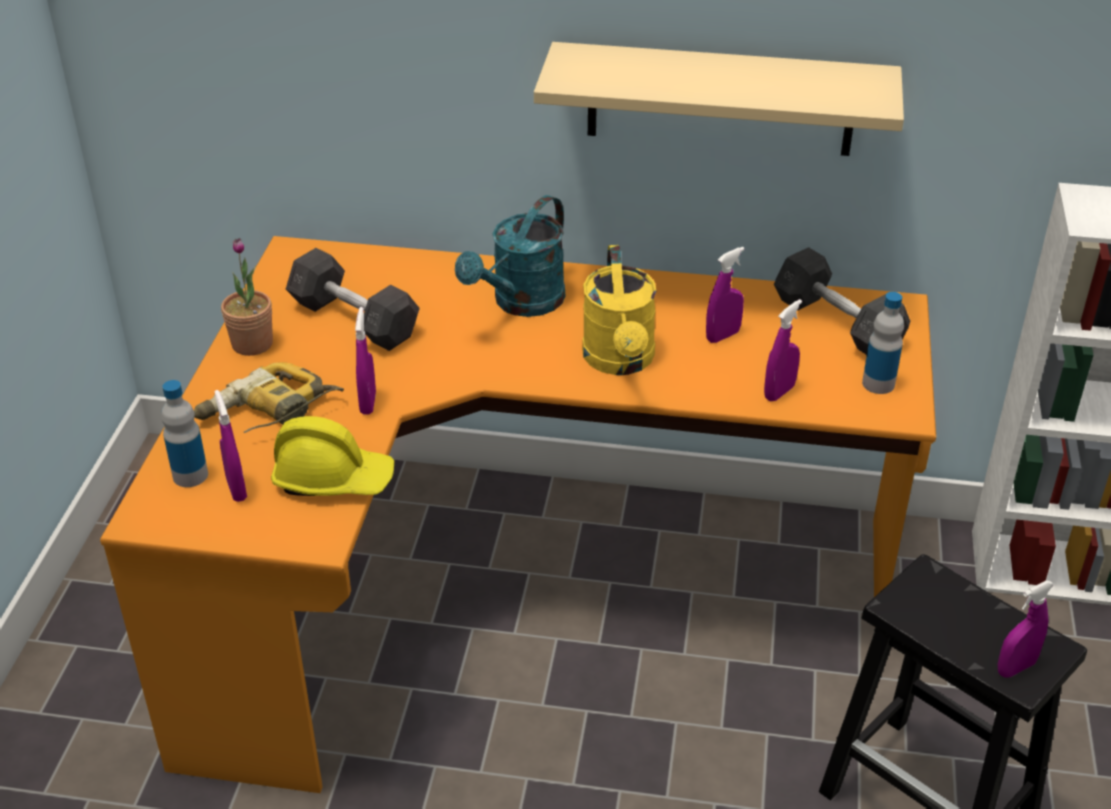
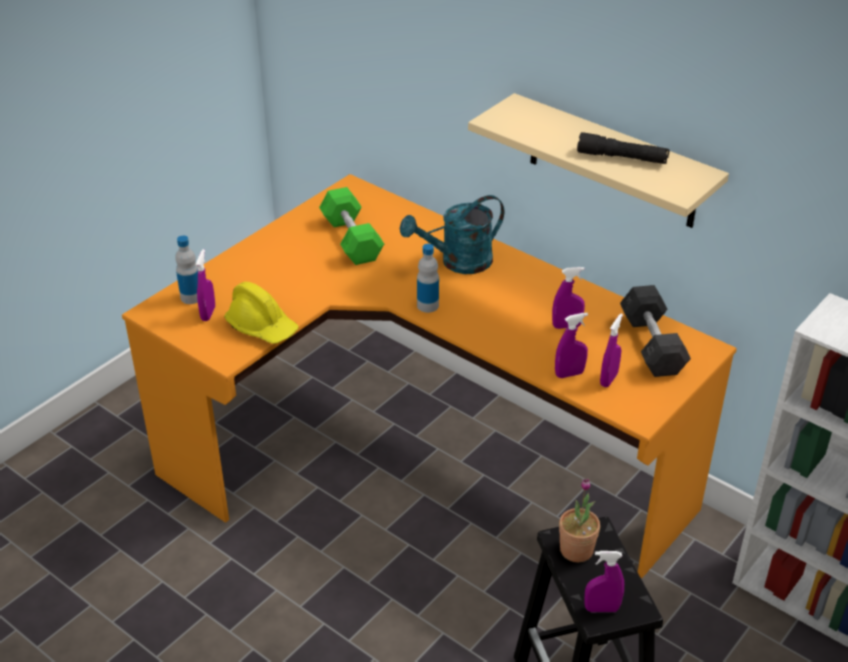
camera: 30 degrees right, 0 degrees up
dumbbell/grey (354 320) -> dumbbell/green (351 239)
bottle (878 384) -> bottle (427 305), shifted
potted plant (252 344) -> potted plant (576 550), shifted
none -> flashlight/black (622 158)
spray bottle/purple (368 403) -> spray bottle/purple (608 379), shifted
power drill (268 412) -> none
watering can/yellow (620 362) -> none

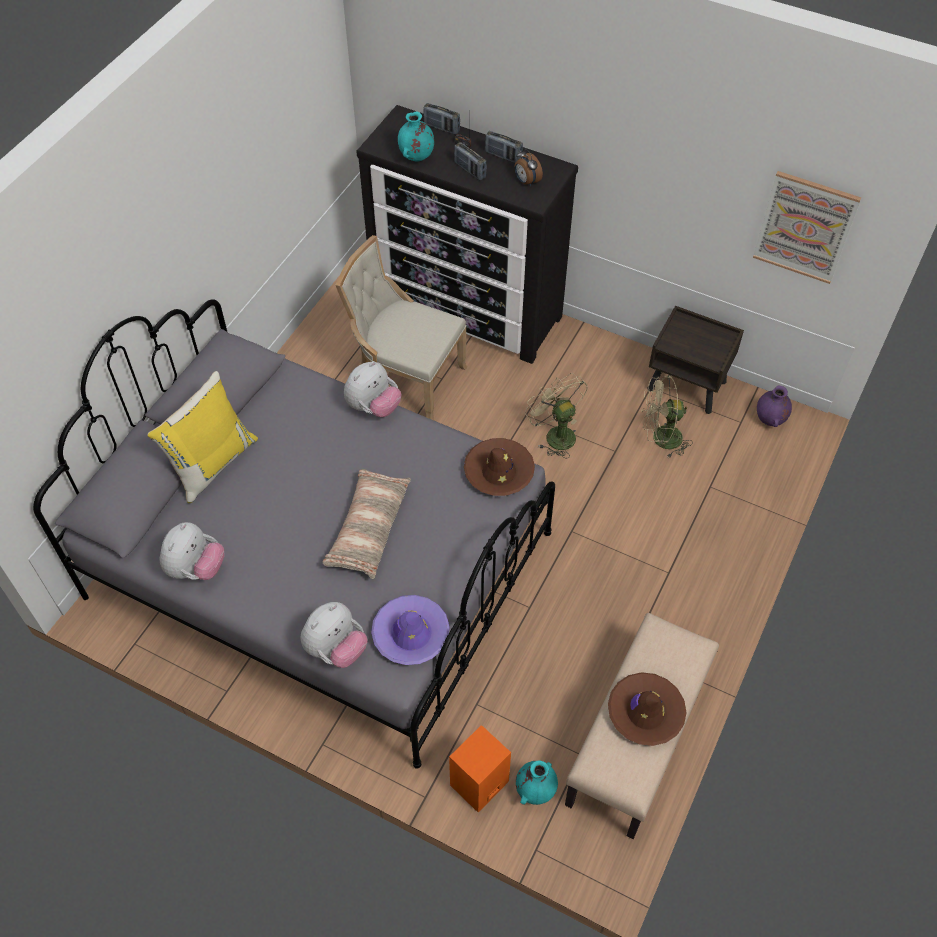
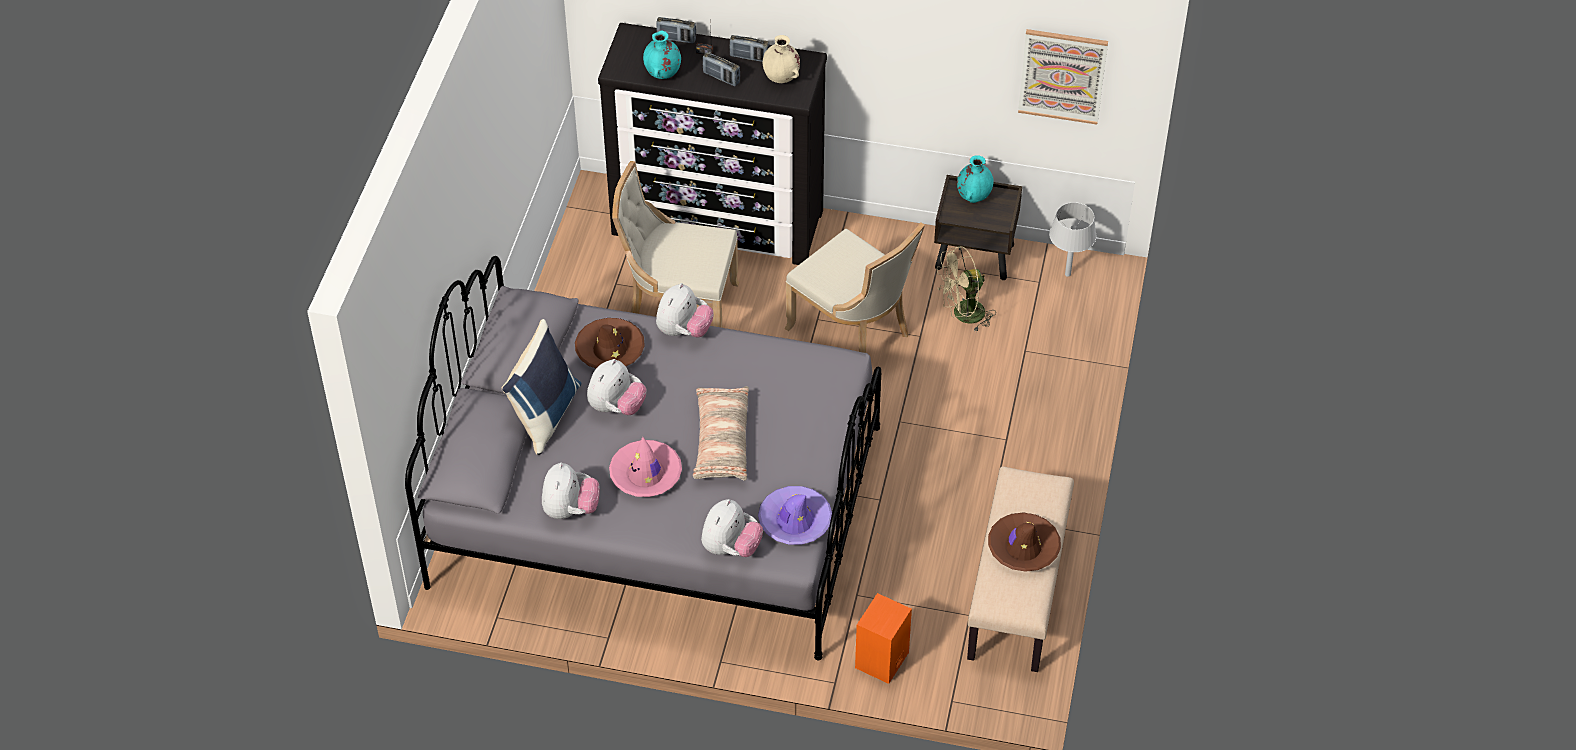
camera: 15 degrees left, 5 degrees down
pillow/yellow (212 463) -> pillow/blue (545 414)
hat/brown (499 472) -> hat/brown (610 350), shifted
none -> plush toy (616 407)
none -> hat/pink (646 474)
alarm clock (526 182) -> vase/beige (781 79)
fan/beige (555 434) -> chair/beige (854 332)
vase/turquoise (535 791) -> vase/turquoise (973 197), shifted
vase/purple (770 420) -> table lamp/grey (1068 274)

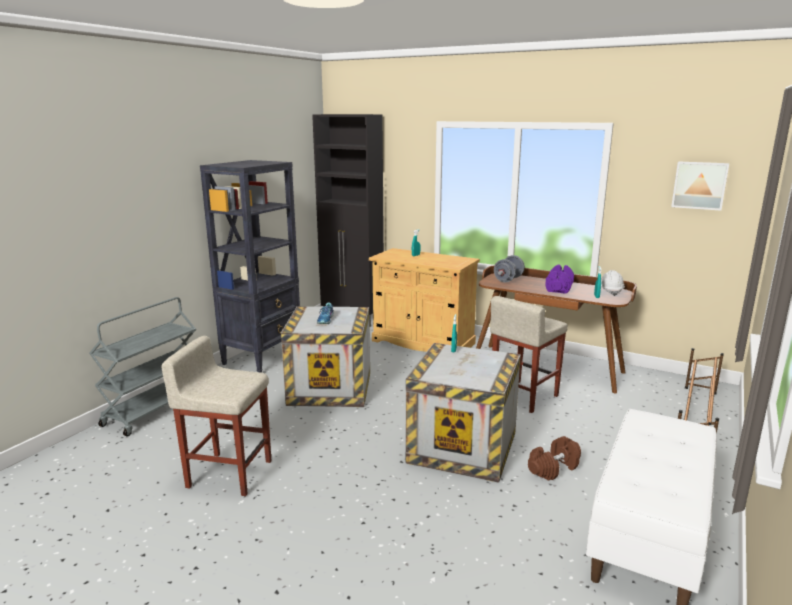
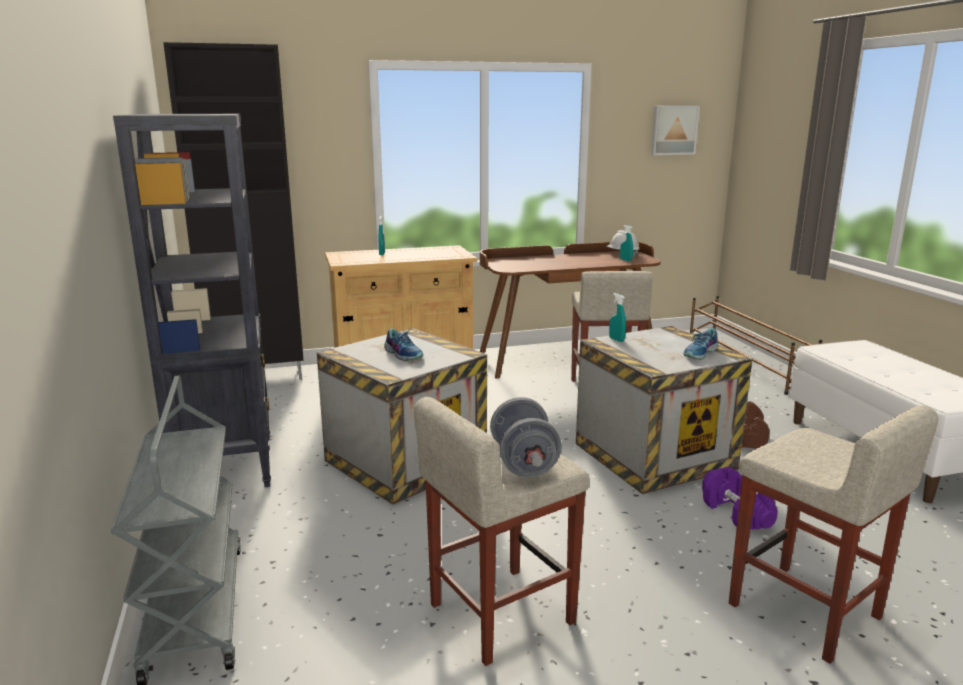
camera: 45 degrees left, 0 degrees up
dumbbell/grey (508 279) -> dumbbell/grey (524 463), shifted
none -> shoe (700 353)
dumbbell/purple (559 288) -> dumbbell/purple (737 513), shifted
none -> stool/beige (806 612)

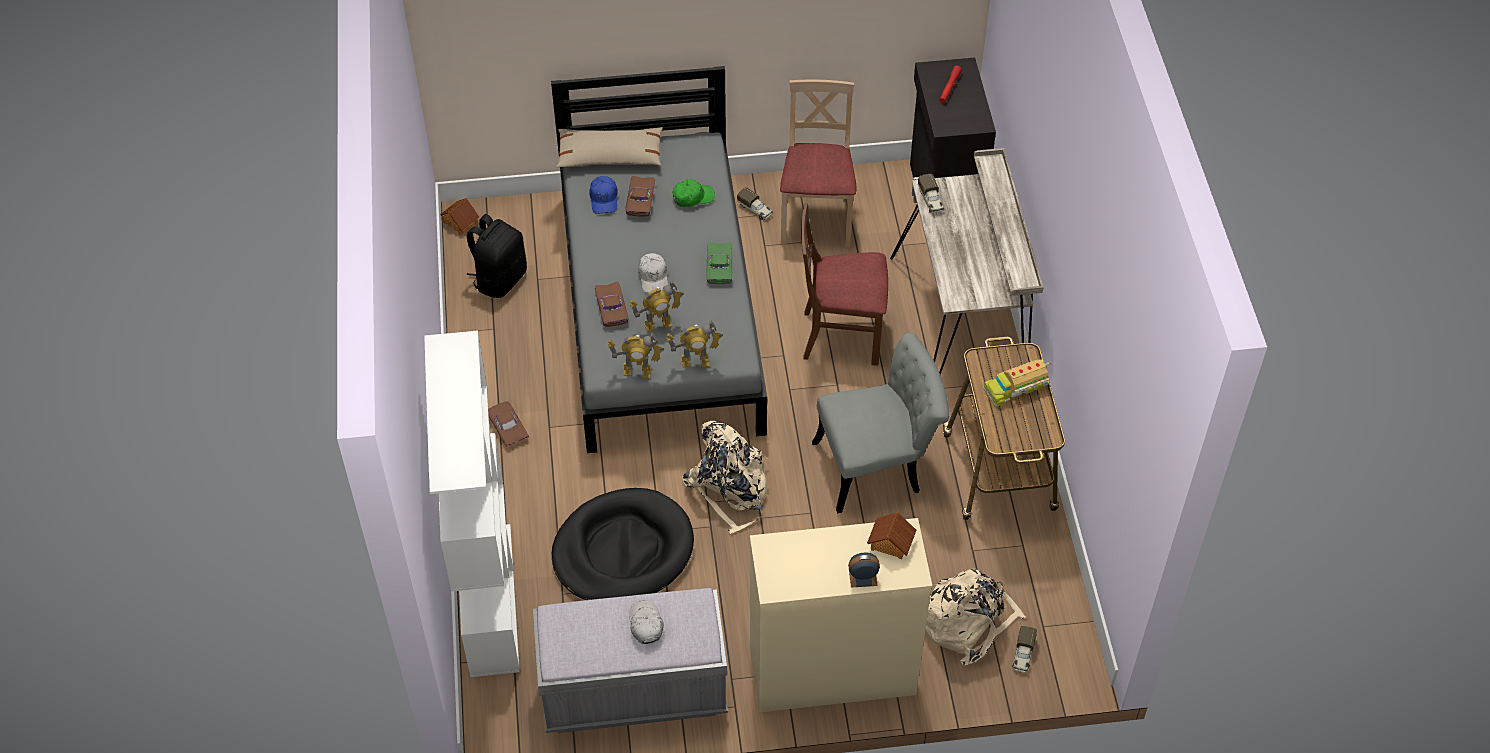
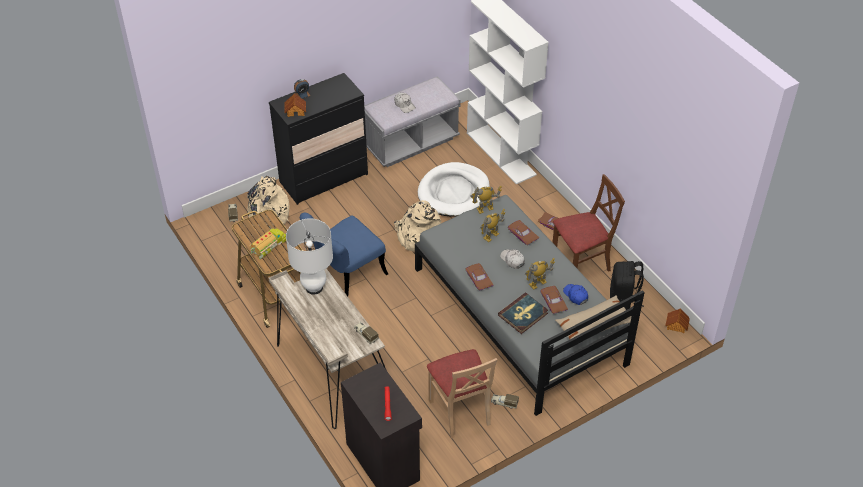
camera: 155 degrees right, 5 degrees down
dresser/beige (832 671) -> dresser/black (323 178)
none -> table lamp/white (314 288)
chair/grey (878 465) -> chair/blue (345 275)
dog bed/black (623 550) -> dog bed/white (454 192)
toy car/green (721 266) -> toy car/brown (478 280)
cap/green (692 197) -> book (523 314)
toy robot (695 362) -> toy robot (538 284), shifted
chair/brown (841 336) -> chair/brown (581 264), shifted

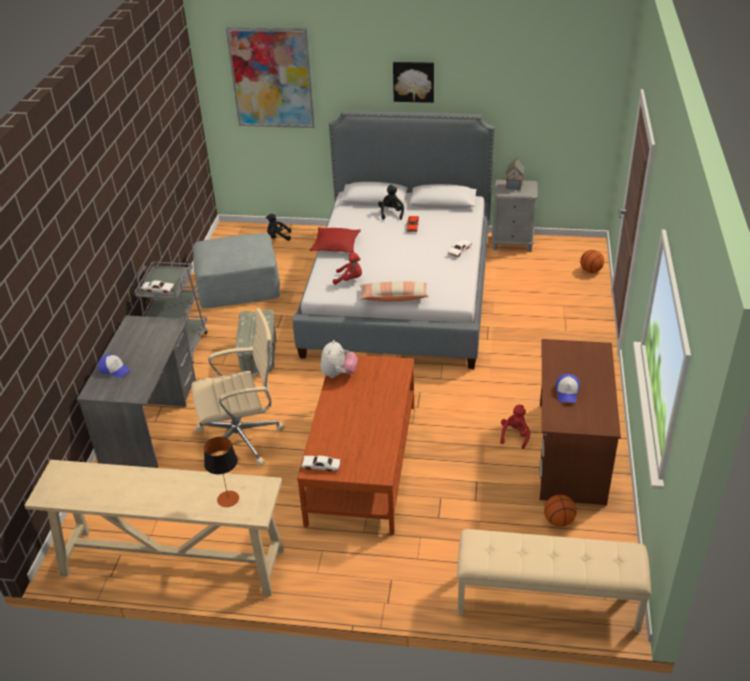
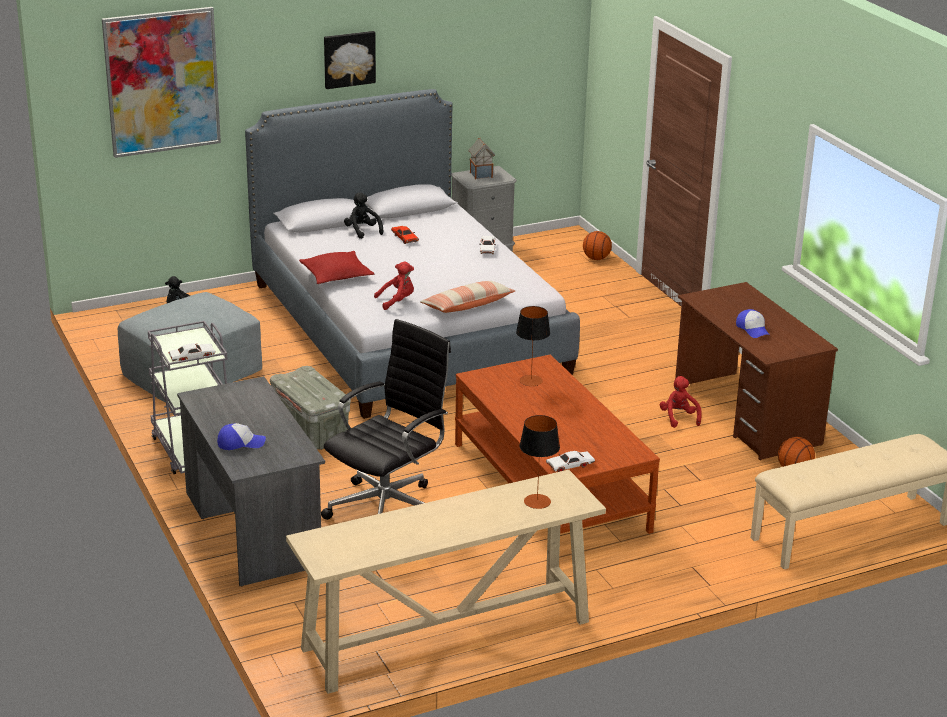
camera: 35 degrees left, 10 degrees down
office chair/beige (242 439) -> office chair/black (388 509)
none -> table lamp (531 380)
plush toy (338 374) -> none

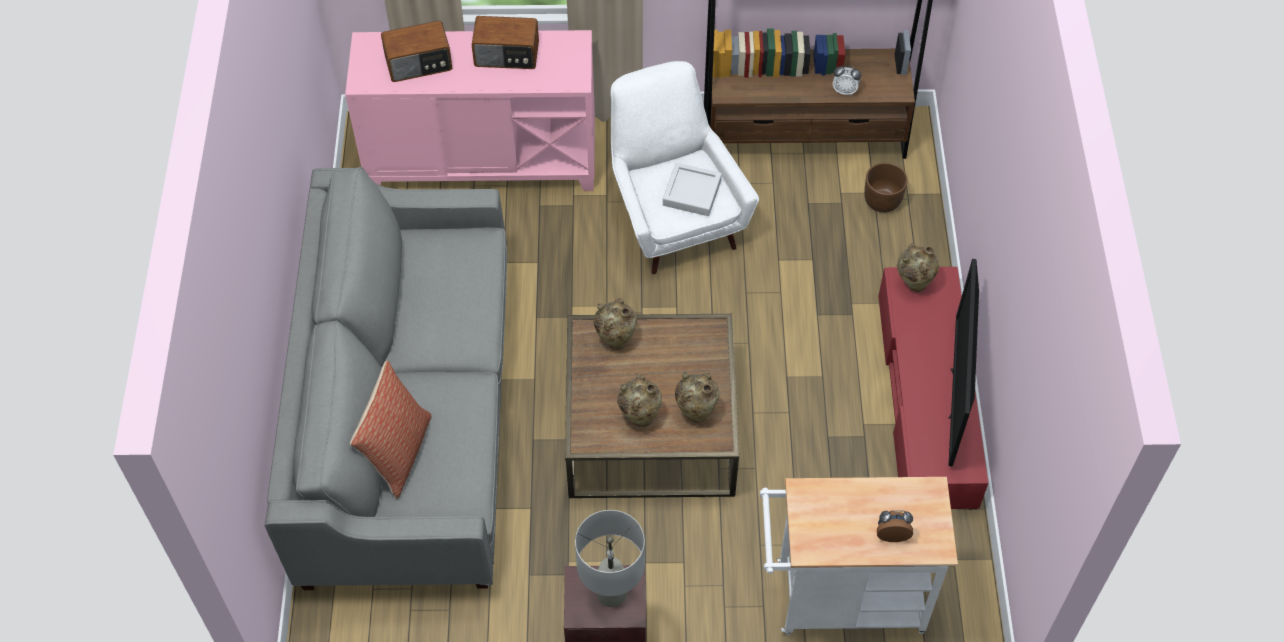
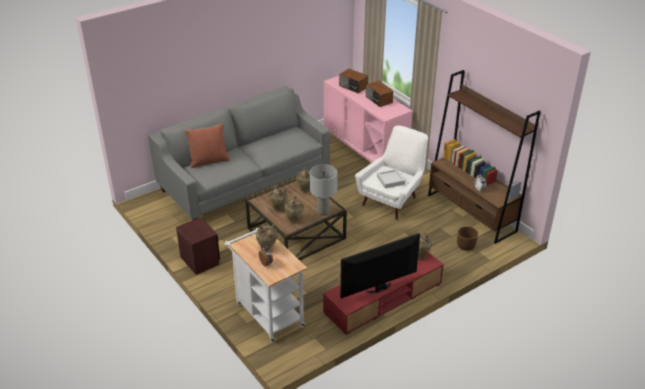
camera: 55 degrees right, 20 degrees down
none -> vase/beige (267 248)
table lamp/grey (612 594) -> table lamp/grey (323 212), shifted

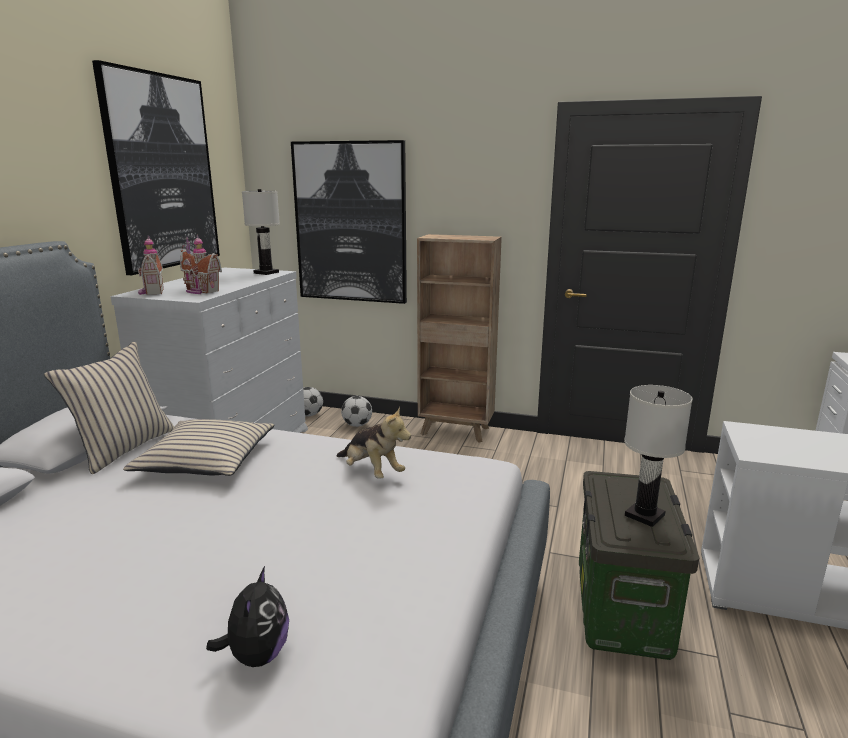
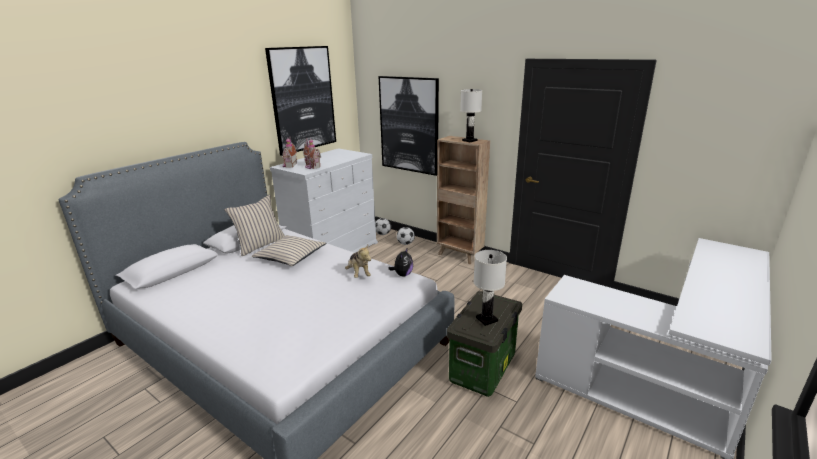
camera: 20 degrees right, 5 degrees up
plush toy (257 655) -> plush toy (402 274), shifted
table lamp/white (266 273) -> table lamp/white (469 140), shifted

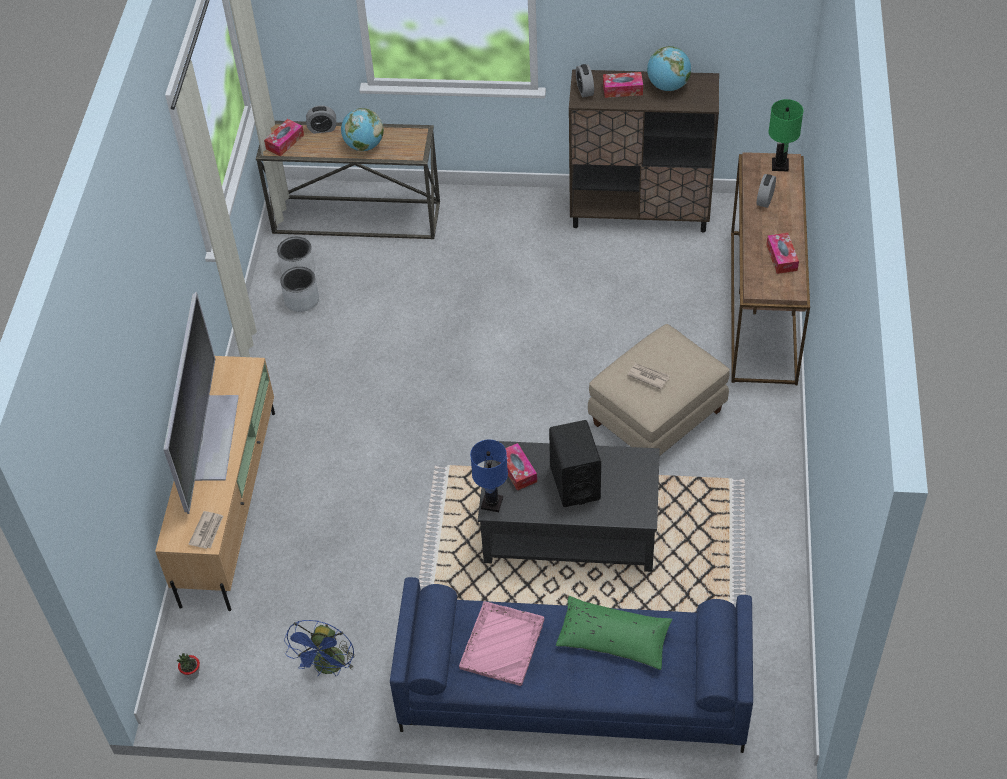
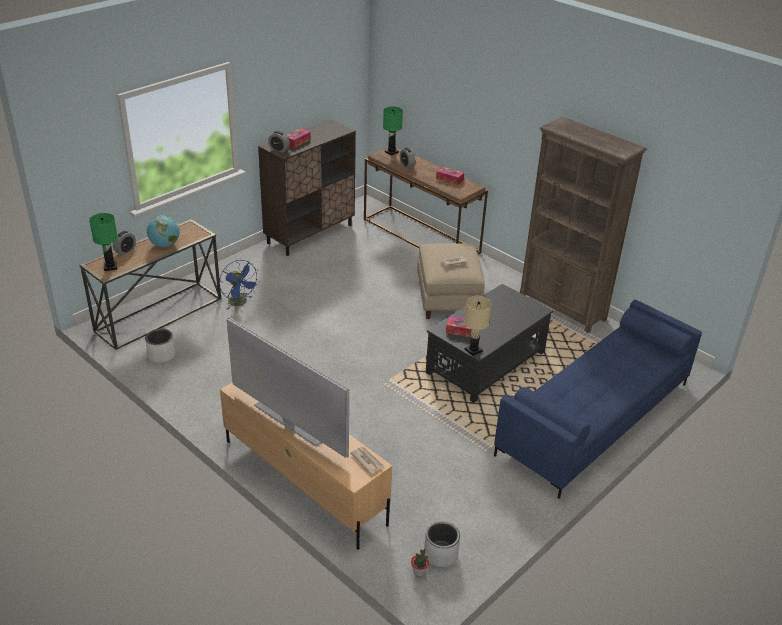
camera: 55 degrees left, 15 degrees down
tissue box (285 142) -> table lamp/green (110 267)
fan/blue (328 667) -> fan/blue (240 303), shifted
planter/grey (302 300) -> planter/grey (441 554), shifted
table lamp/blue (492 503) -> table lamp/beige (473 350)
none -> bookcase/brown (562 308)
tray/pink (502 643) -> none
speaker/black (574 482) -> none
pillow/green (613 639) -> none
globe (668 86) -> none

